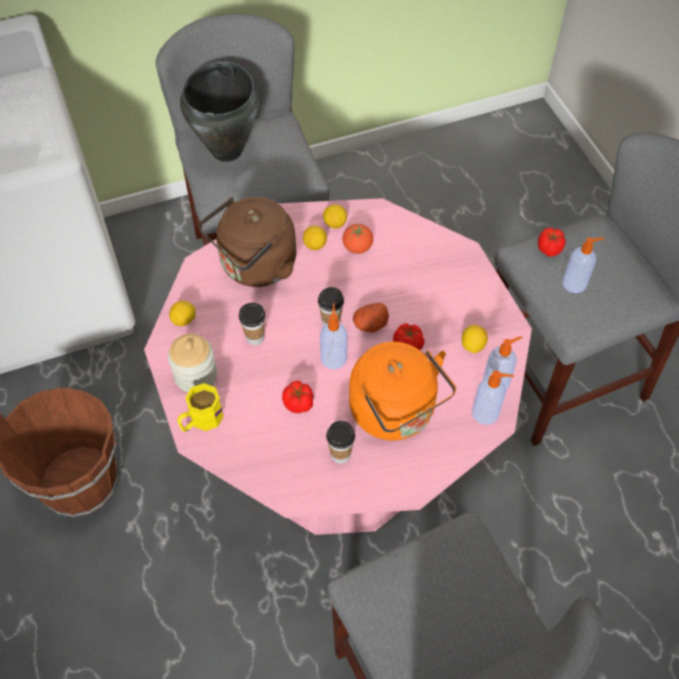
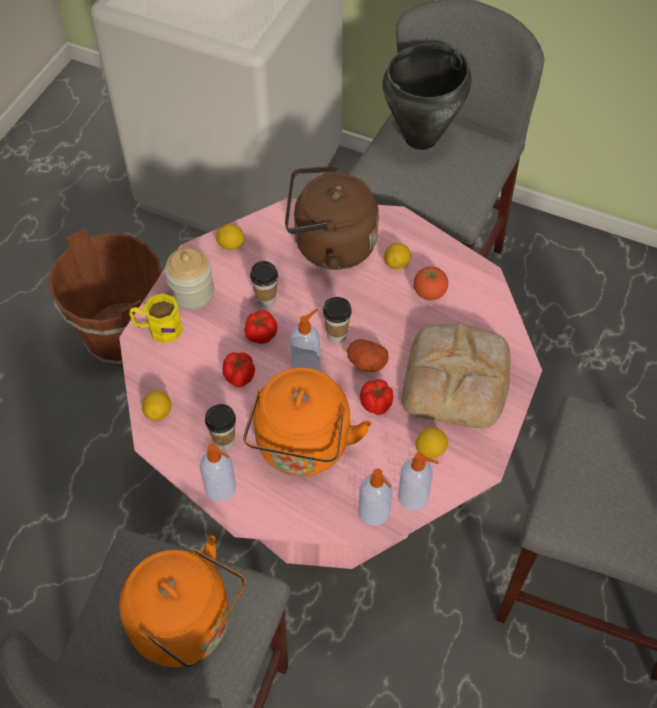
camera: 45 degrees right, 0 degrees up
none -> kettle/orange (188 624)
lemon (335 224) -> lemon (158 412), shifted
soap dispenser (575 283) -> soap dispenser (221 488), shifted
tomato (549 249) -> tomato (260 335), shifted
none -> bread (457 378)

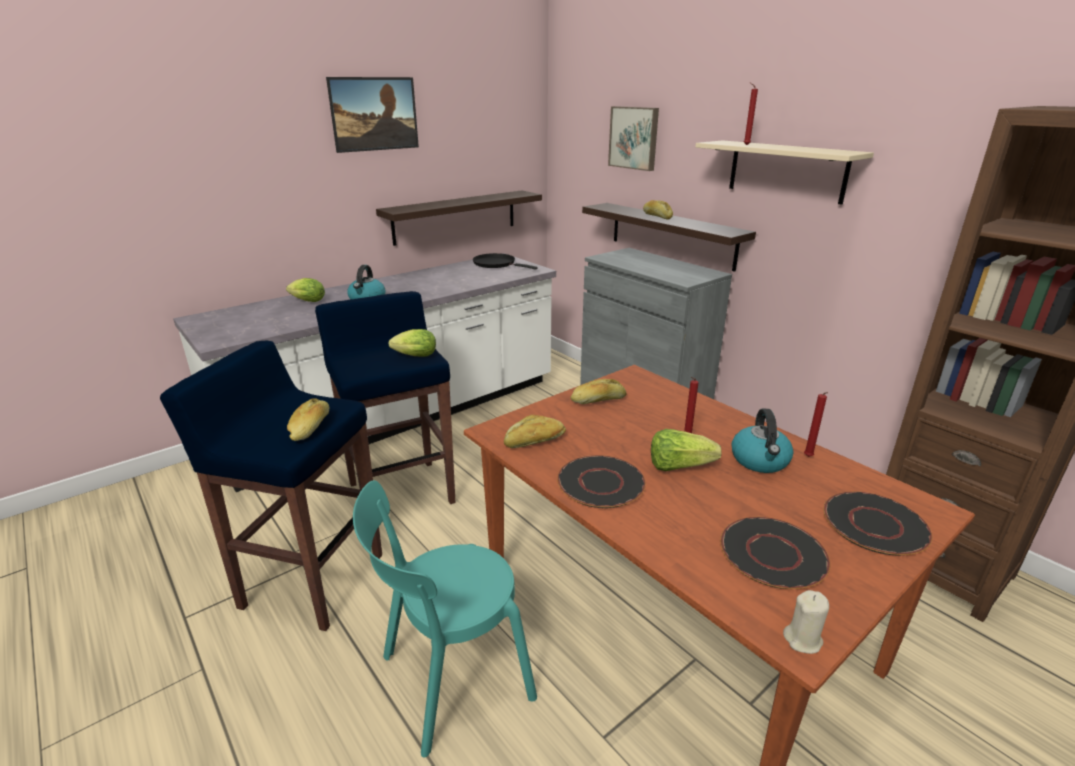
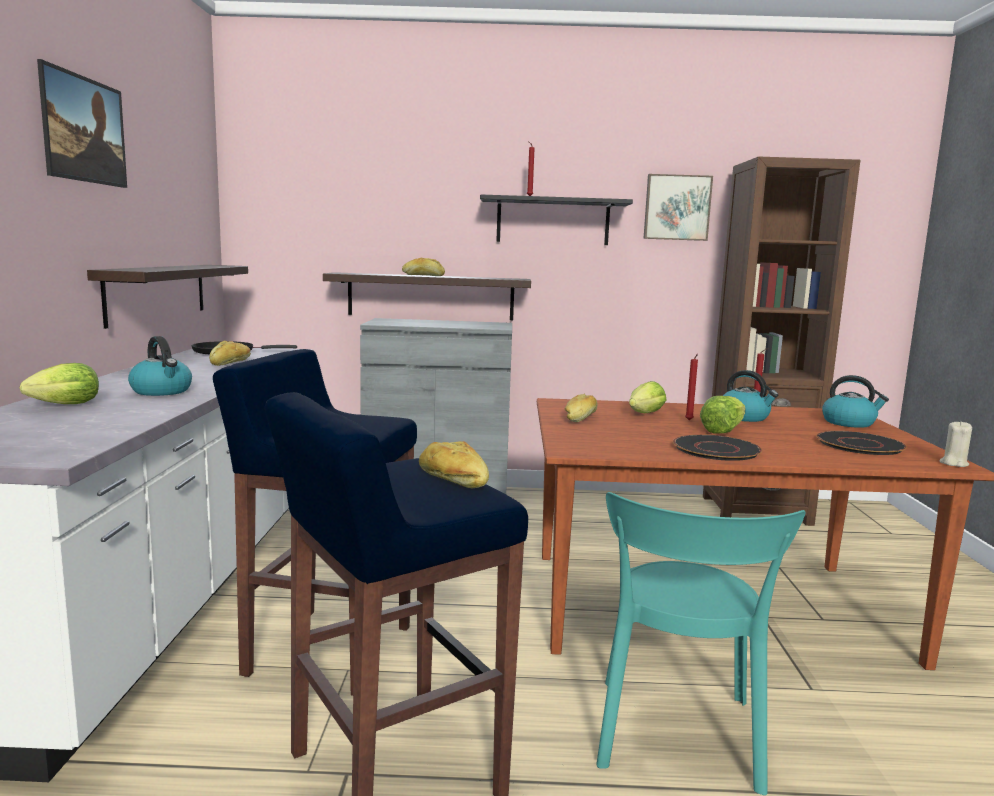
camera: 50 degrees left, 15 degrees down
bread (535 441) -> bread (231 362), shifted
shelf/beige (786 171) -> shelf/black (553 221)
lettuce (413 356) -> lettuce (644 414), shifted
picture (634 138) -> picture (677 207), shifted
plate/black (875 524) -> kettle (849 423)

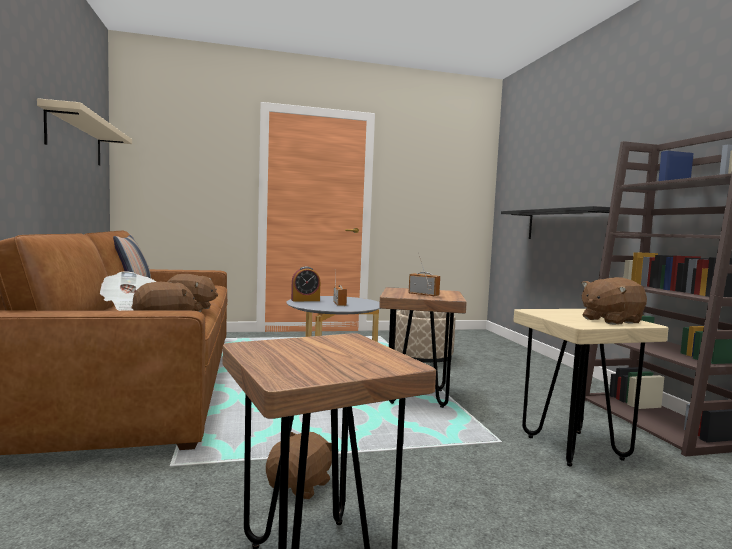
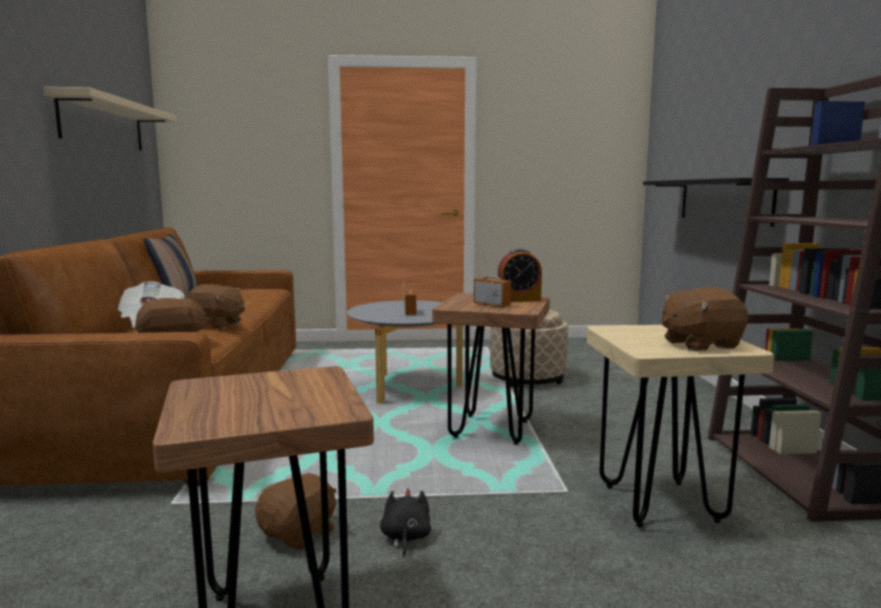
camera: 10 degrees right, 5 degrees up
none -> plush toy/black (405 538)
alarm clock (305 300) -> alarm clock (519 300), shifted

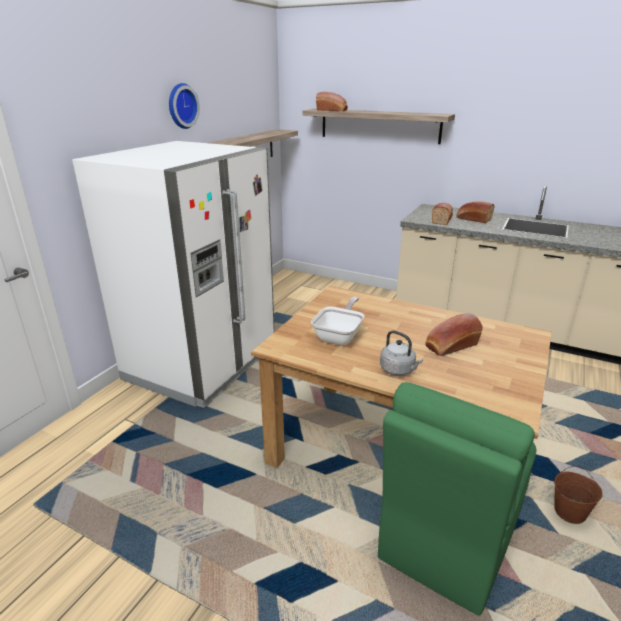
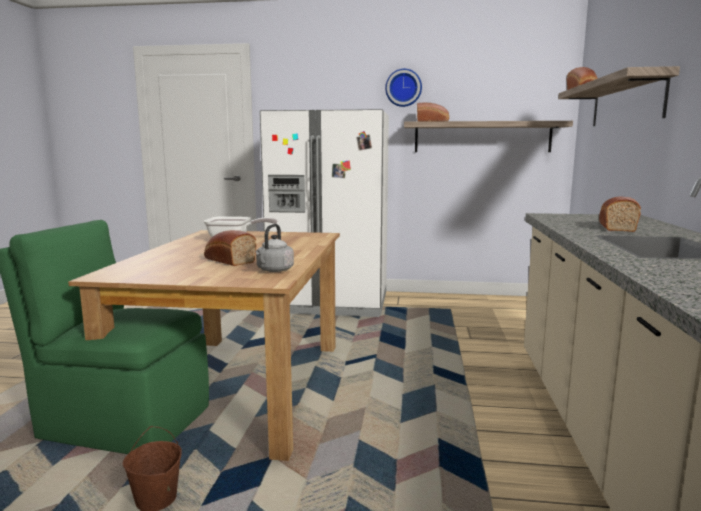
camera: 70 degrees right, 15 degrees down
kettle/grey (398 370) -> kettle/grey (274 270), shifted
bread (442 220) -> bread (433 121), shifted

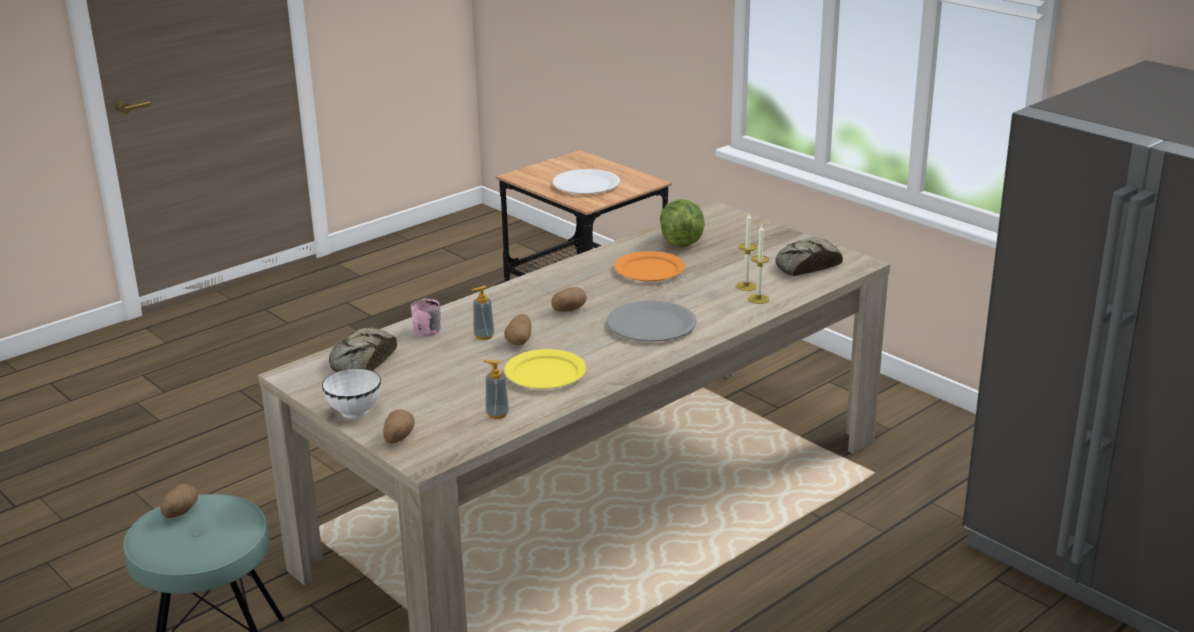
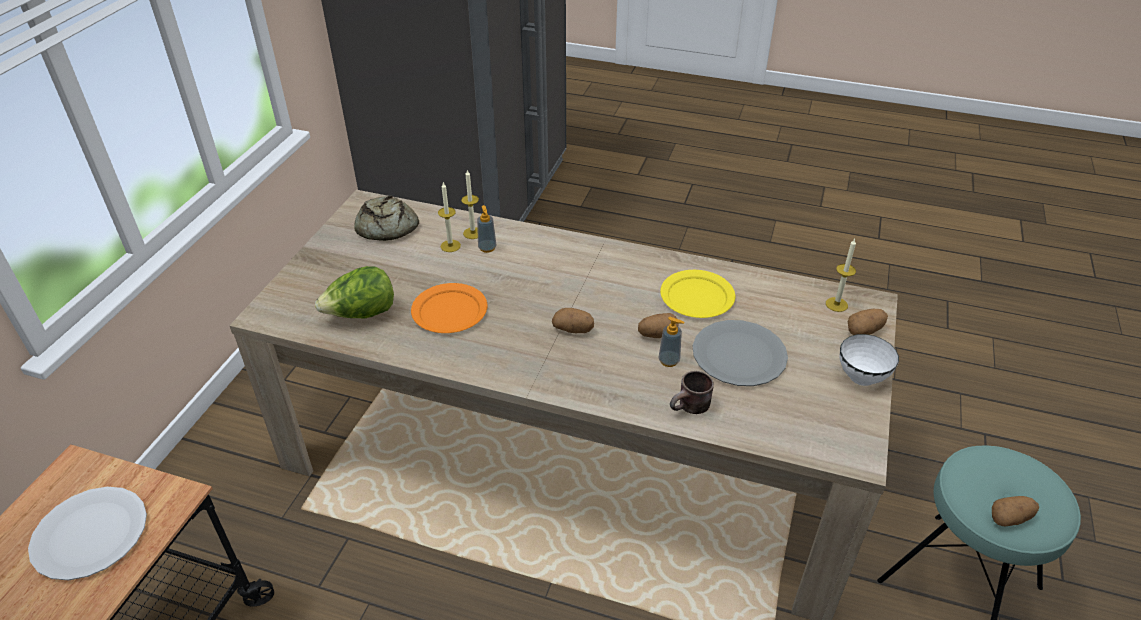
camera: 120 degrees left, 15 degrees up
soap dispenser (497 414) -> soap dispenser (487 248), shifted
mug/pink (424 329) -> mug/brown (691 409)
plate/grey (651 324) -> plate/grey (739 355), shifted
none -> candle (836 304)
bread (362 362) -> none

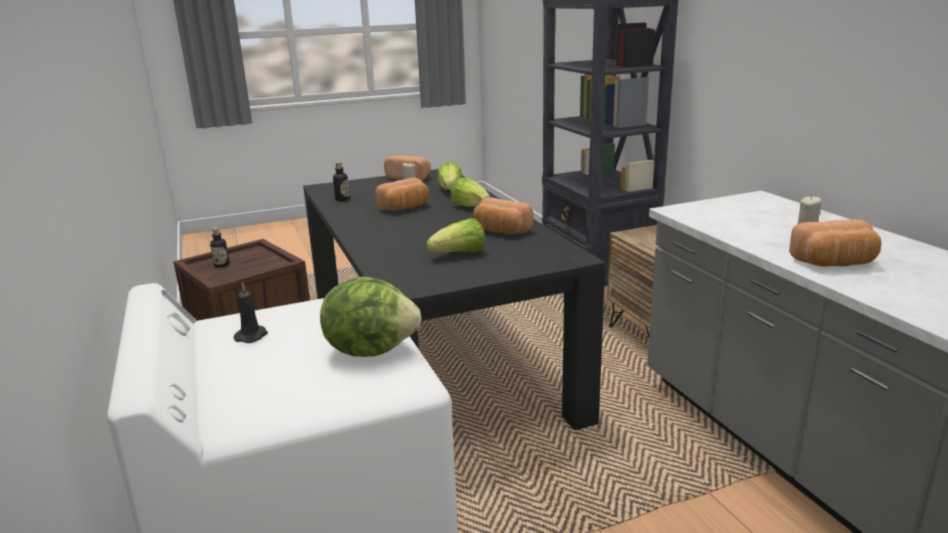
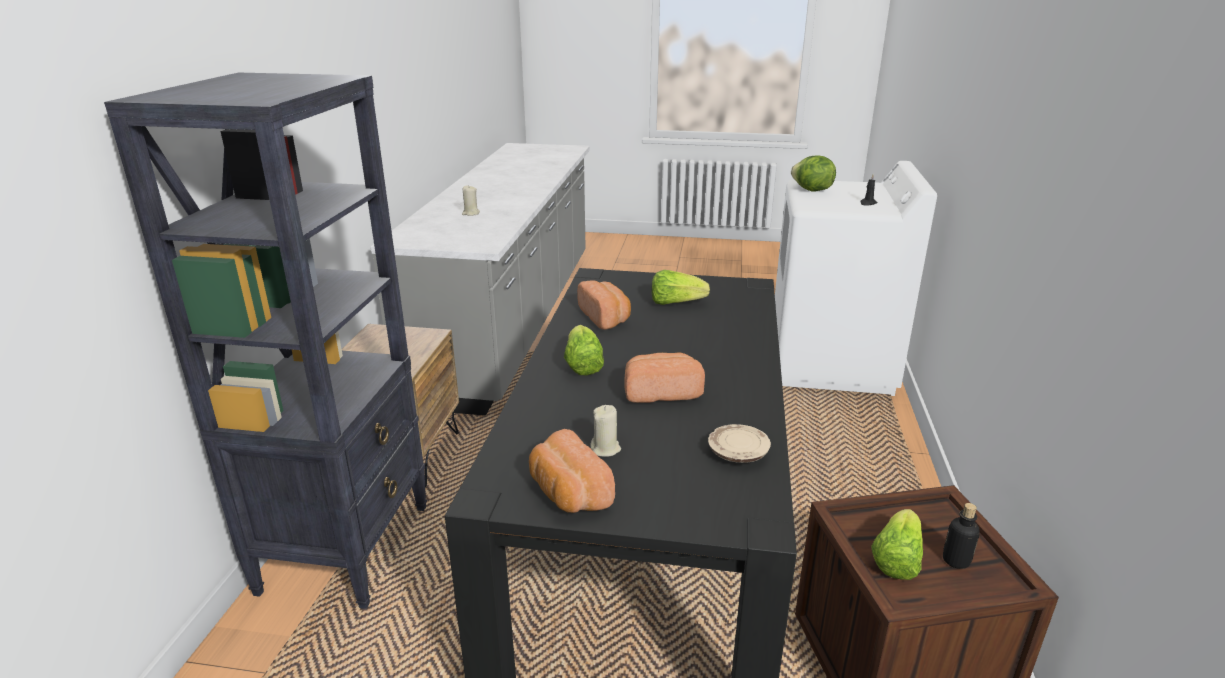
camera: 150 degrees left, 5 degrees up
bottle (342 199) -> plate/beige (737 453)
lettuce (450 190) -> lettuce (896 559), shifted
bread (835 263) -> none

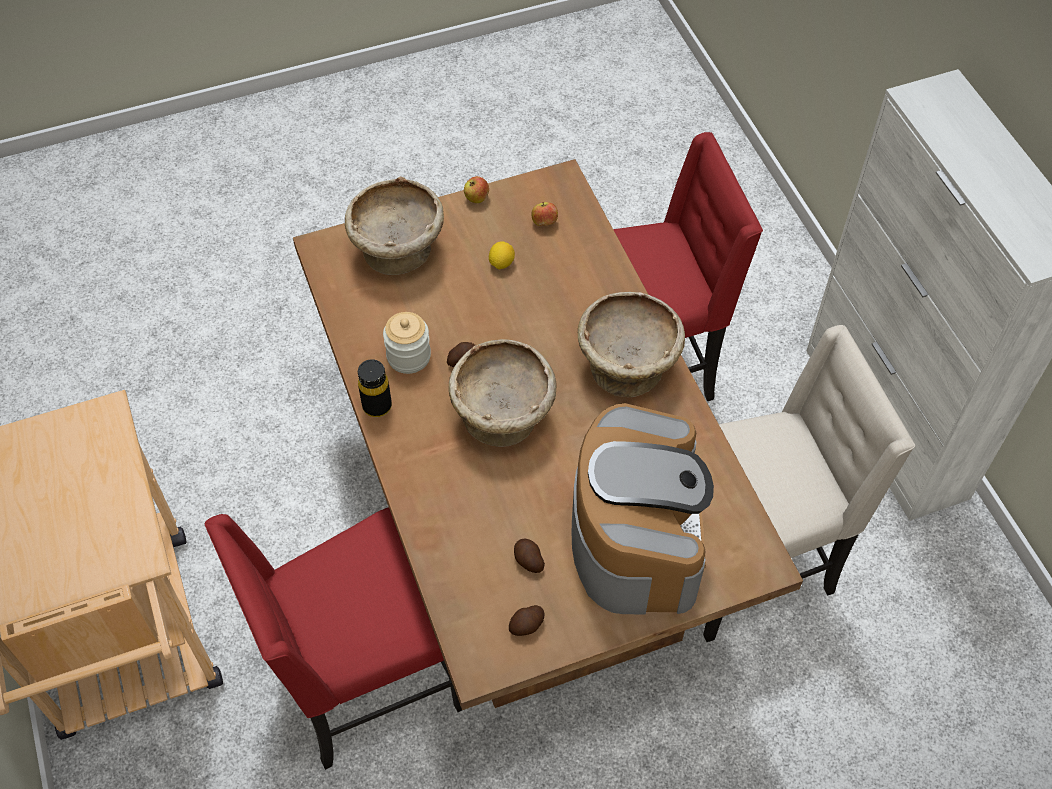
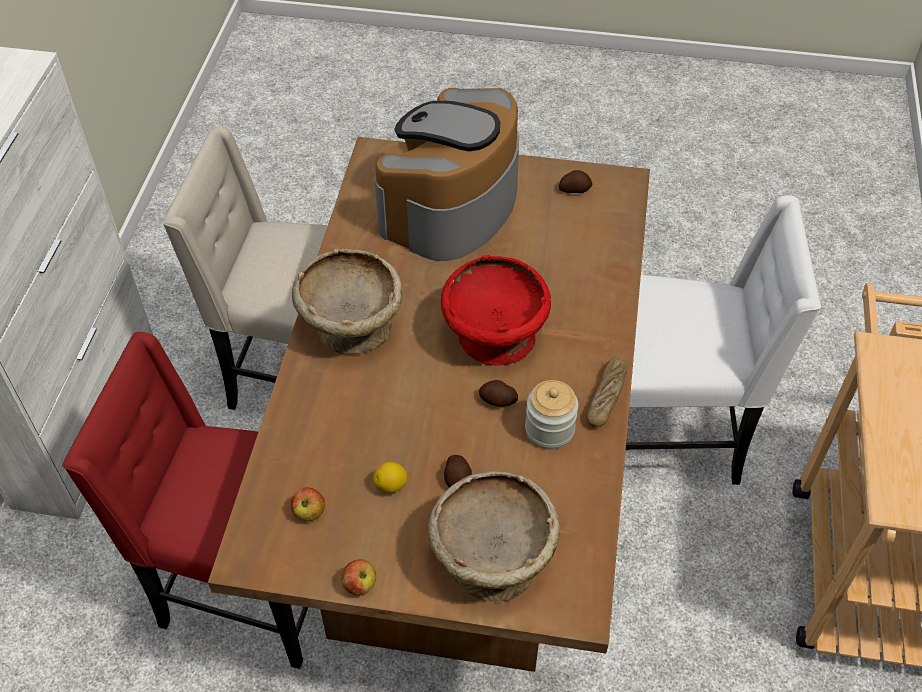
camera: 150 degrees left, 5 degrees down
bowl/beige (503 415) -> bowl/red (494 335)
potato (528 560) -> potato (457 478), shifted
bottle/black (377 406) -> bread (606 396)
chair/red (364 683) -> chair/white (669 433)

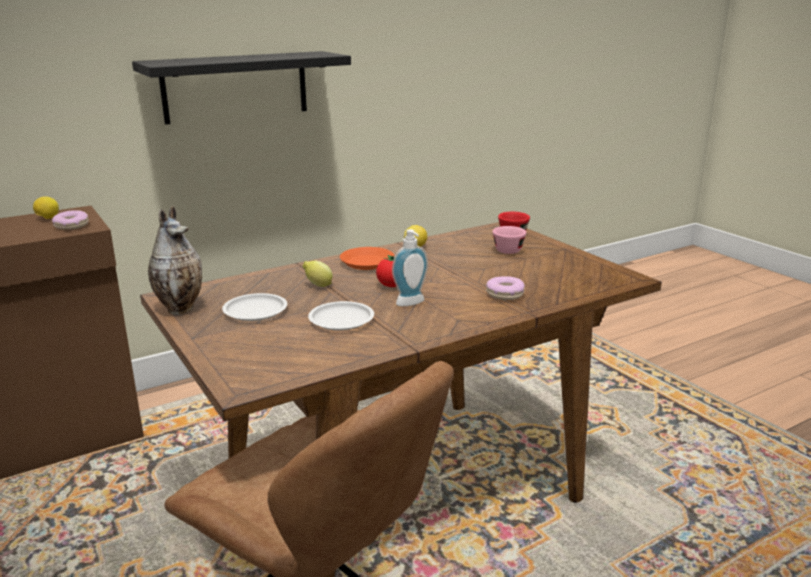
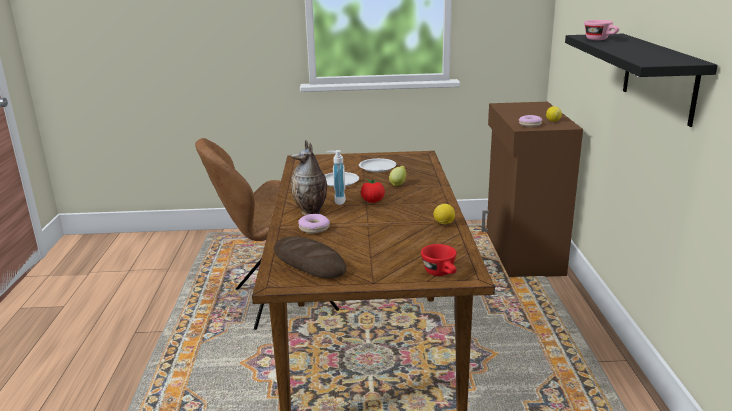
camera: 120 degrees right, 0 degrees up
none -> bread (309 263)
vase (181 308) -> vase (311 212), shifted
cup/pink (508 249) -> cup/pink (600 39), shifted
plate/orange (367 262) -> none

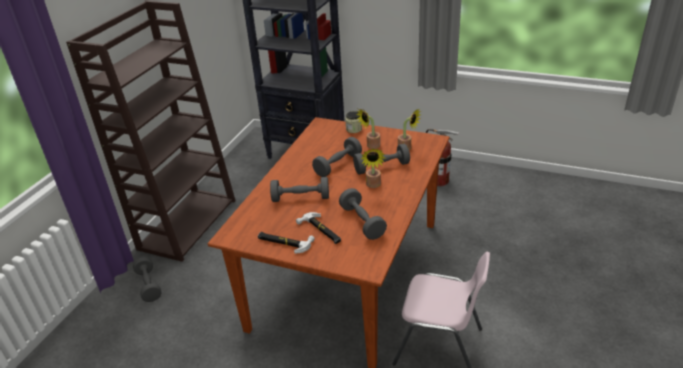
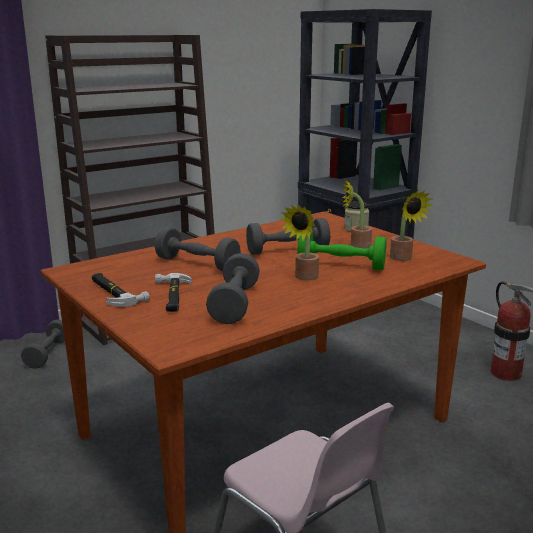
camera: 30 degrees right, 15 degrees down
dumbbell/grey (381 167) -> dumbbell/green (341 266)

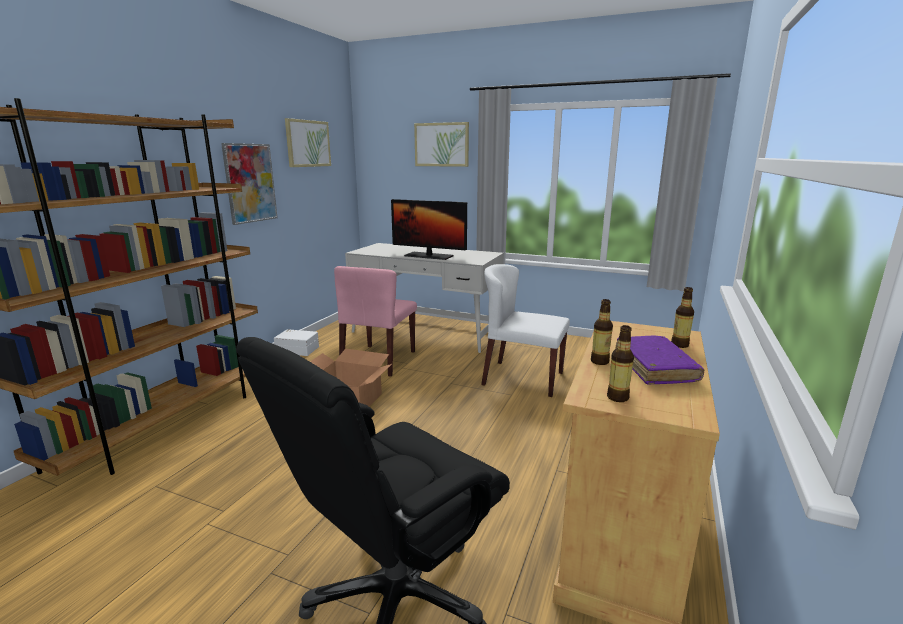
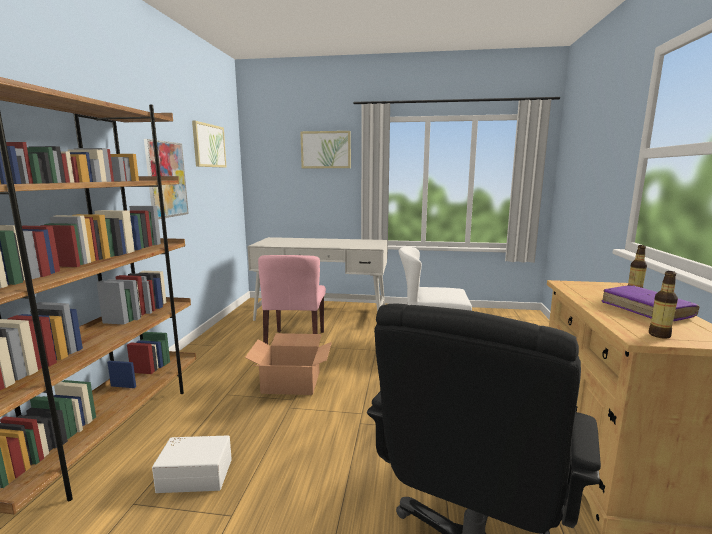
camera: 15 degrees left, 5 degrees down
storage box/white (298 349) -> storage box/white (195 473), shifted
monitor (428 256) -> none
bottle (599 361) -> none

